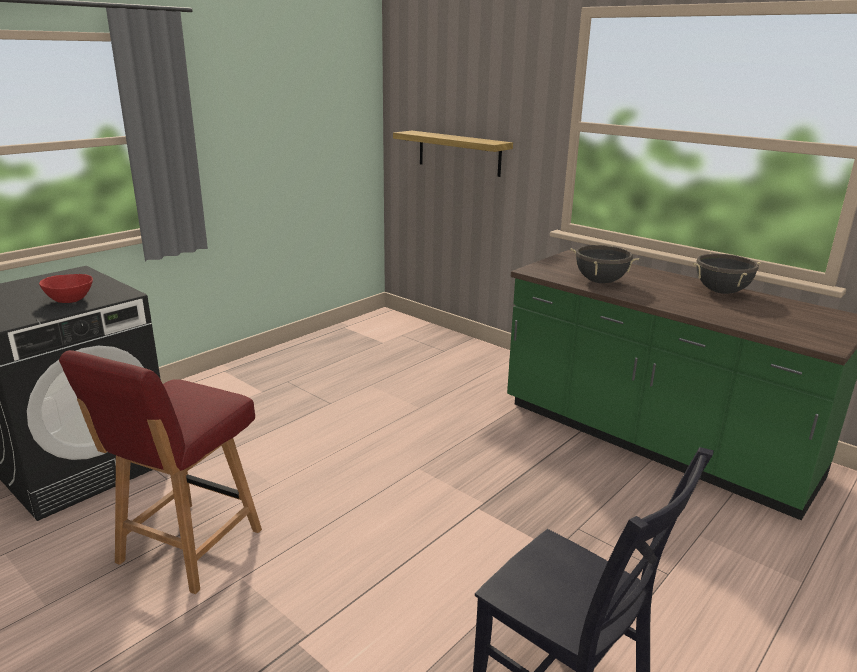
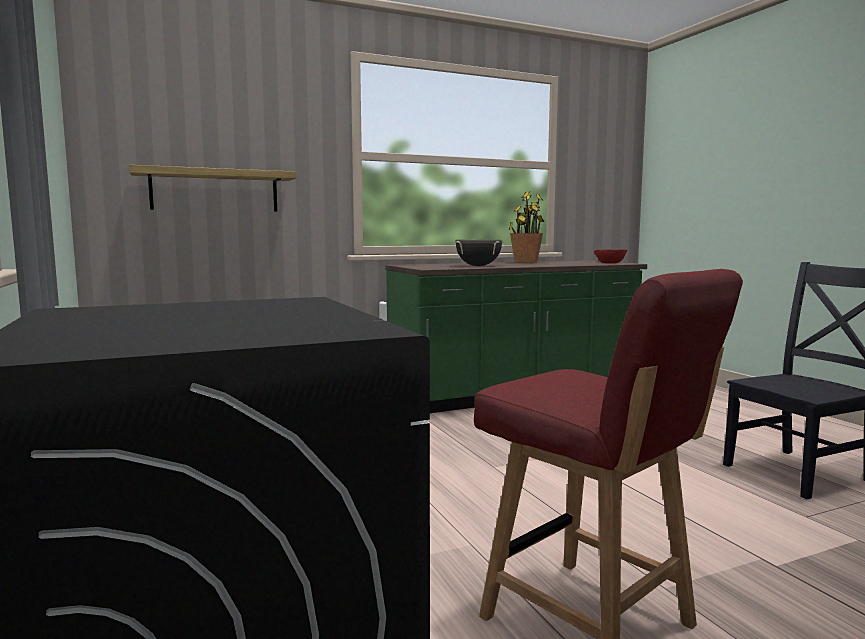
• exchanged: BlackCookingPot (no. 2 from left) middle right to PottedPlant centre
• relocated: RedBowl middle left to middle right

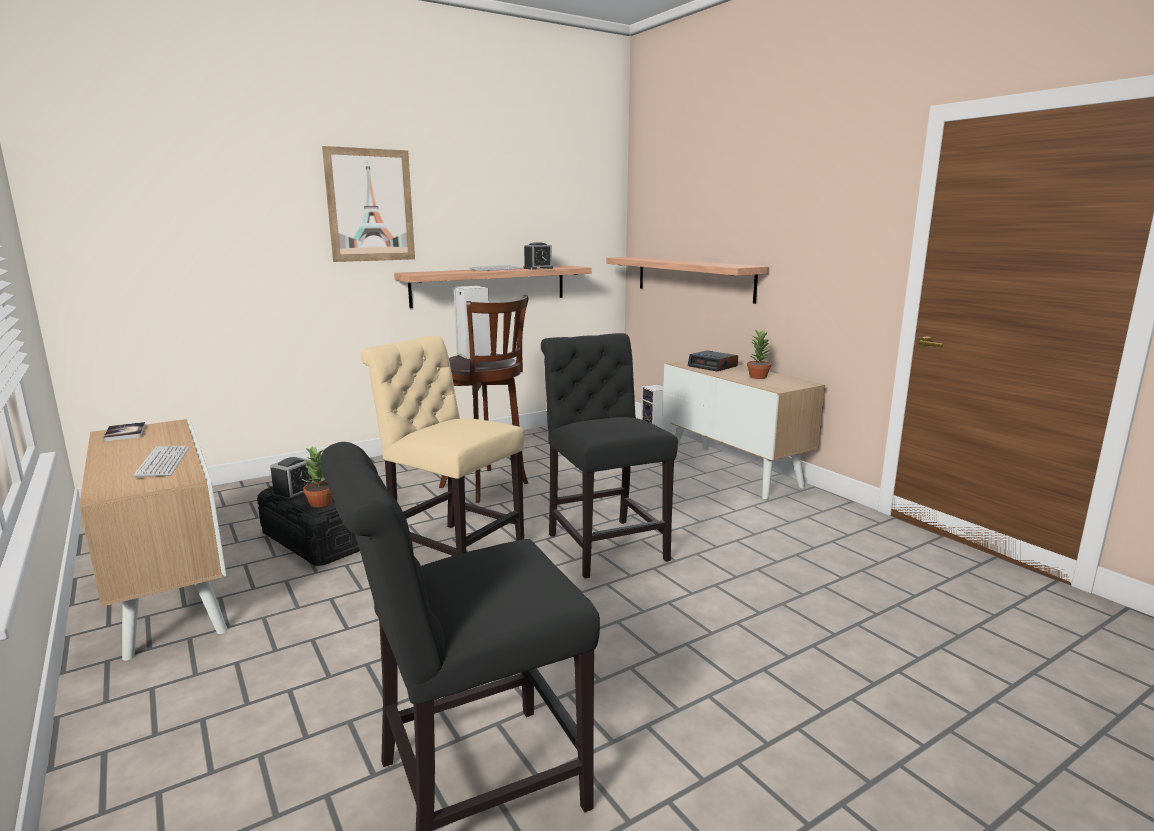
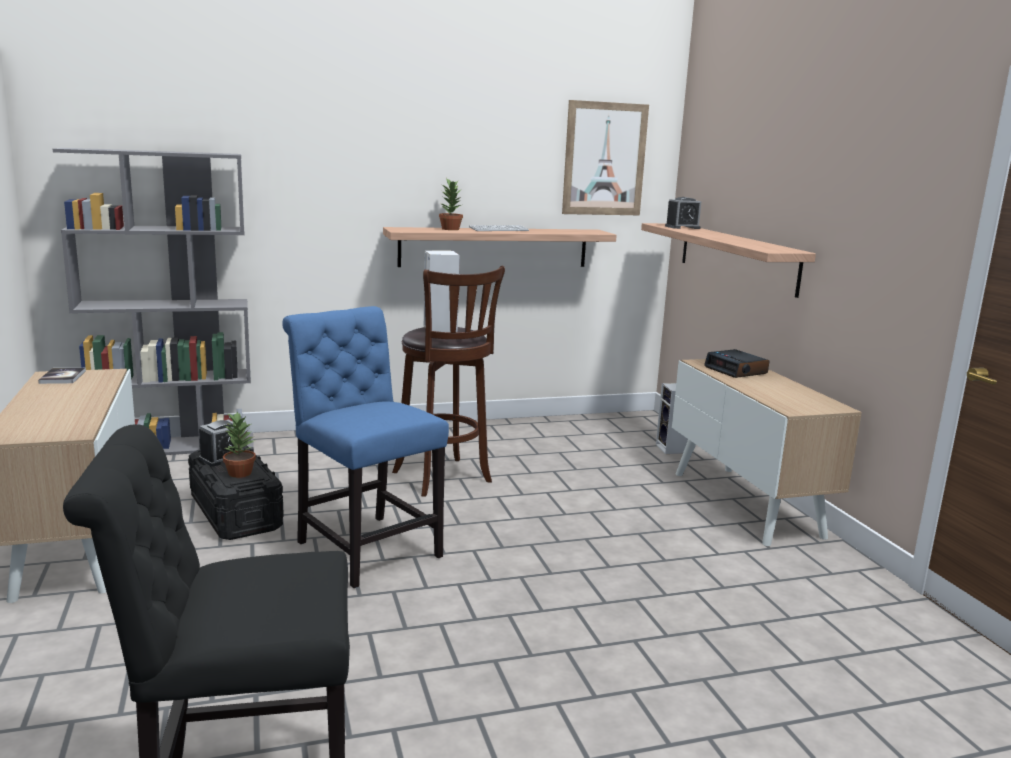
• relocated: Picture top left to top centre
• relocated: AlarmClock (no. 2 from left) top centre to top right
• relocated: PottedPlant (no. 2 from left) centre to top centre
• missing: BlackChair (no. 2 from left) centre
• colour: BeigeChair centre to BlueChair centre
• missing: Keyboard (no. 1 from left) middle left
• appeared: GreyBookcase middle left

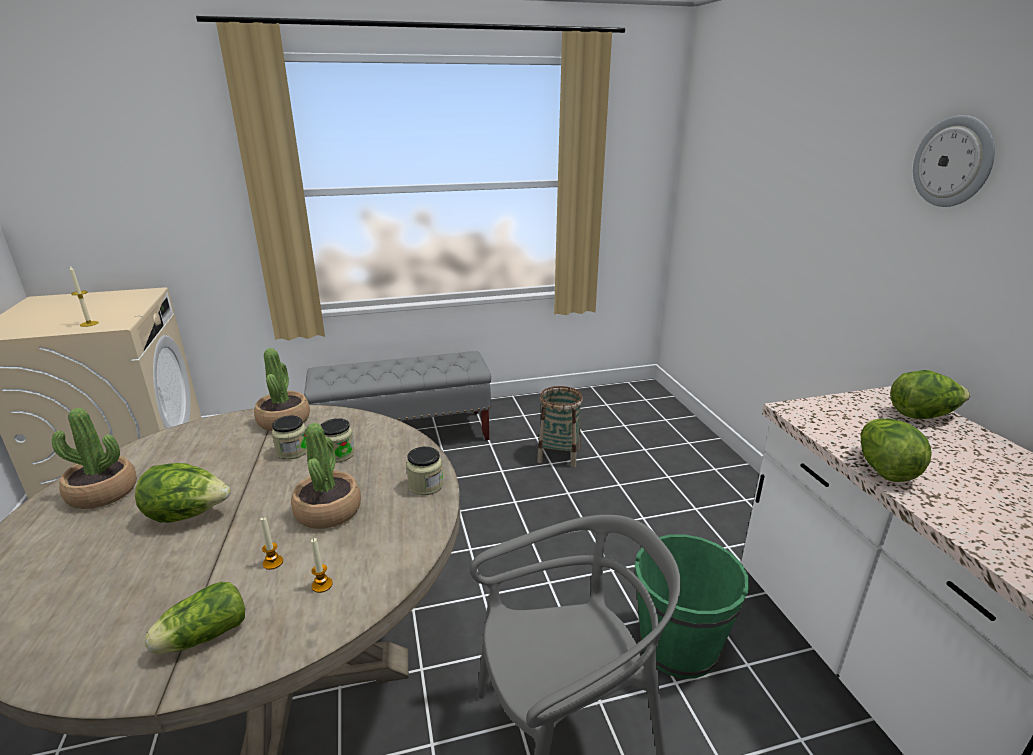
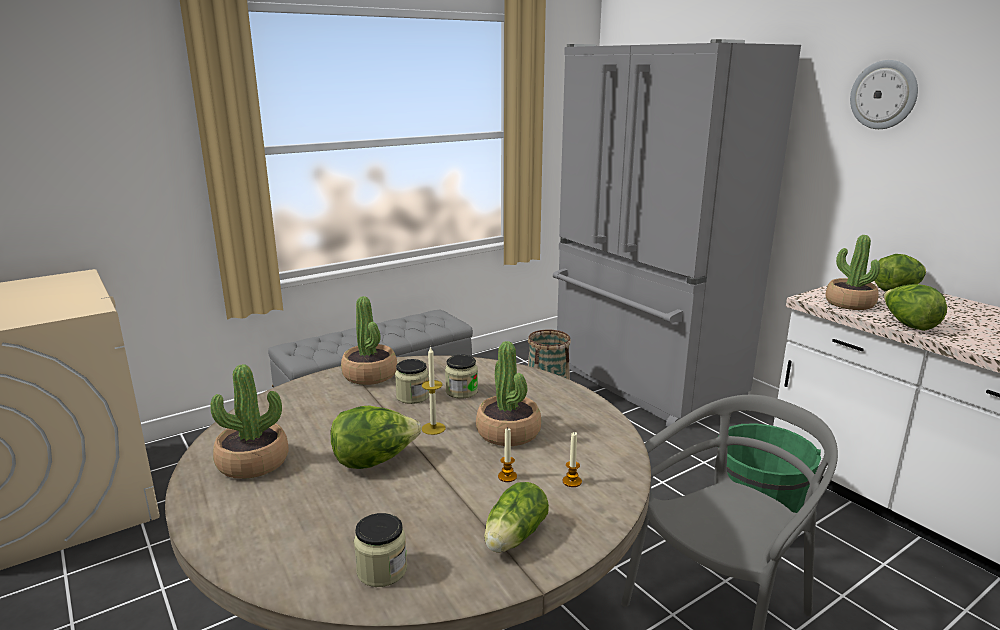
• relocated: Candle (no. 1 from left) middle left to centre
• relocated: Jar (no. 3 from left in the first image) centre to Jar (no. 1 from left) bottom centre
• appeared: GreyFridge middle right
• appeared: PottedPlant (no. 4 from left) middle right

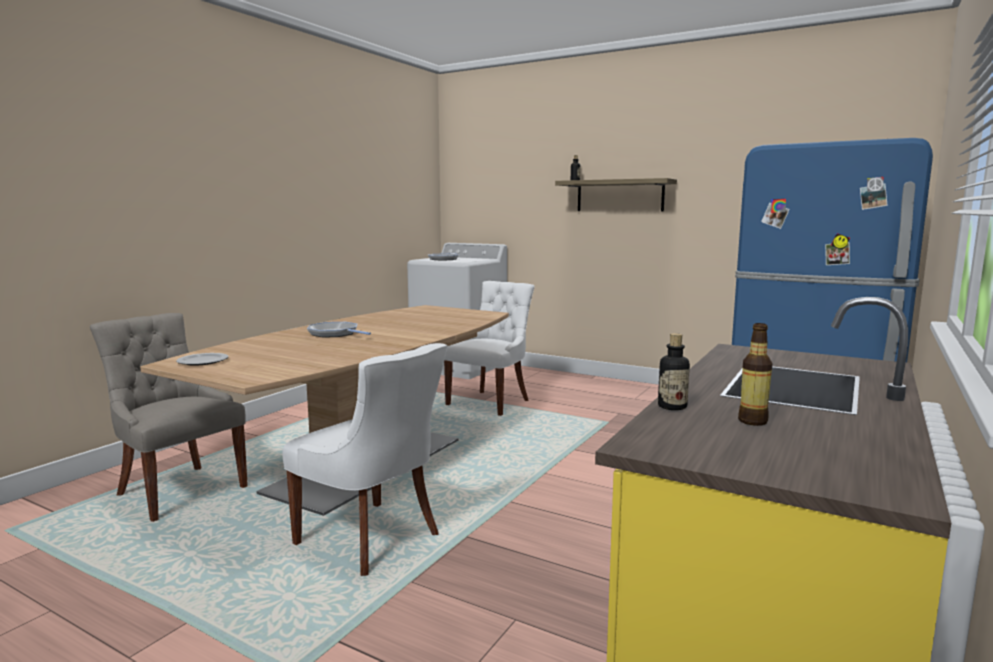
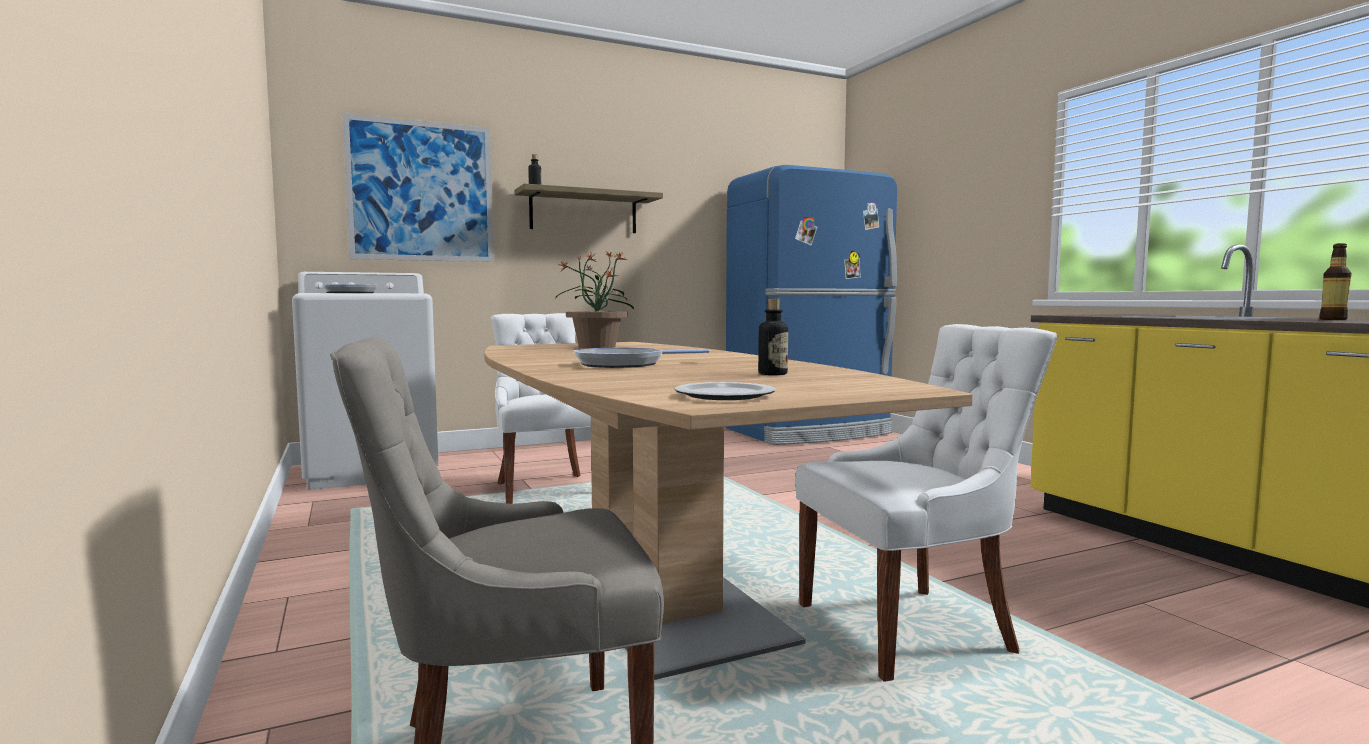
• relocated: Bottle (no. 2 from left) middle right to centre
• appeared: Picture top left
• appeared: PottedPlant centre

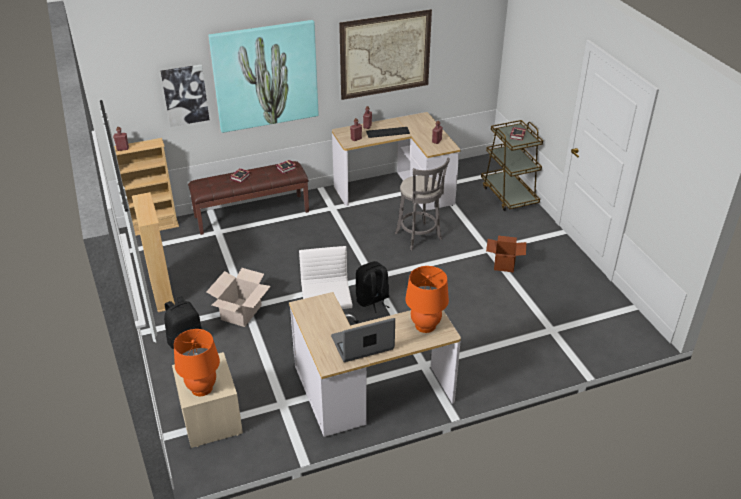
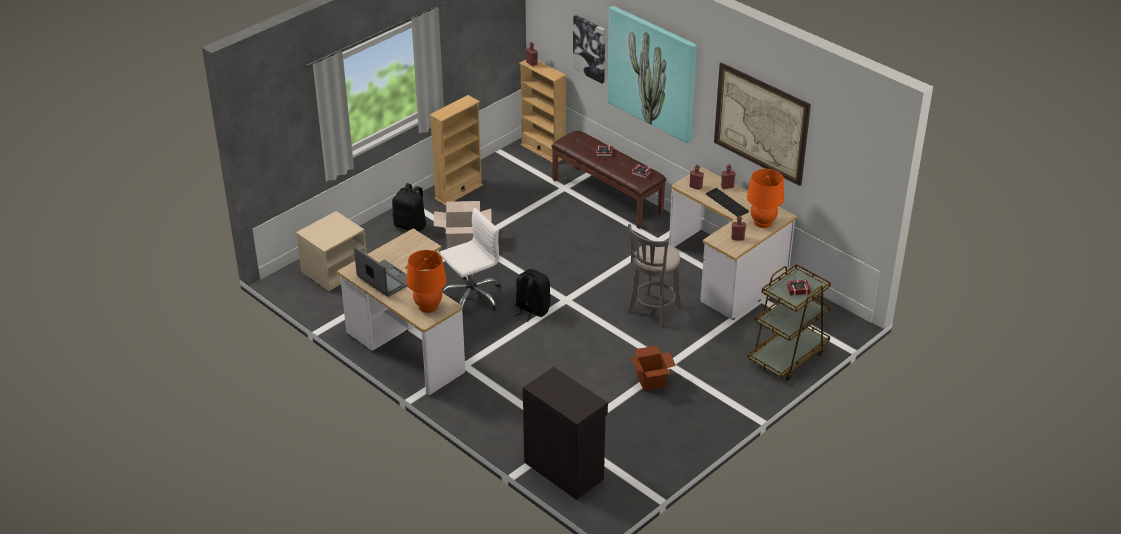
• relocated: OrangeTableLamp (no. 1 from left in the first image) bottom left to OrangeTableLamp (no. 2 from left) middle right
• appeared: BlackCabinet bottom centre

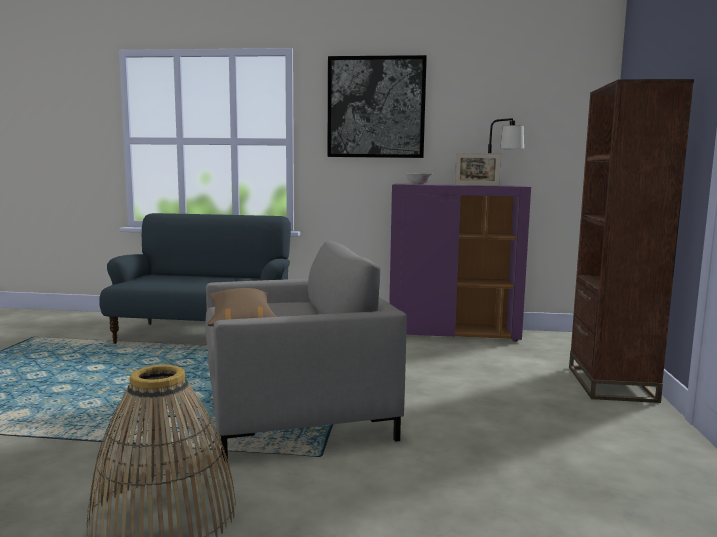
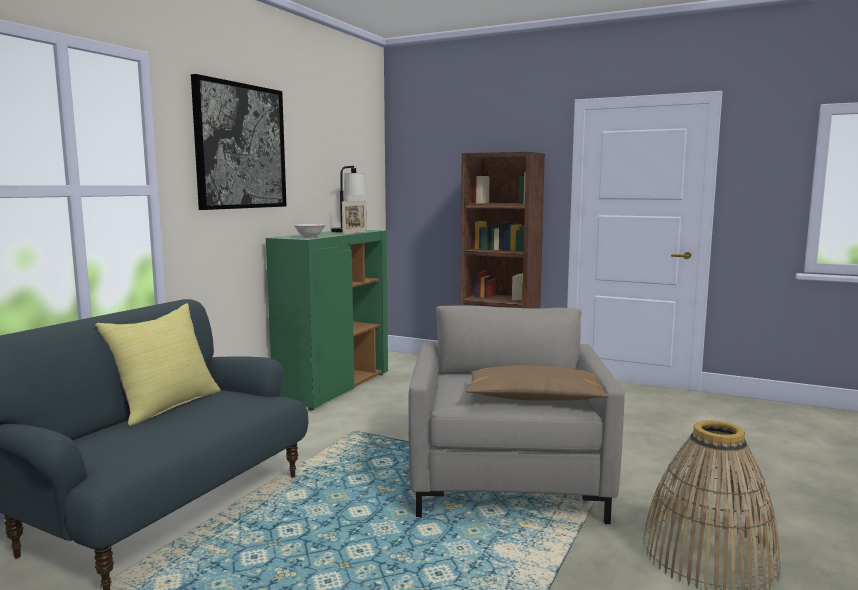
• colour: PurpleCabinet centre to GreenCabinet centre
• appeared: YellowPillow middle left

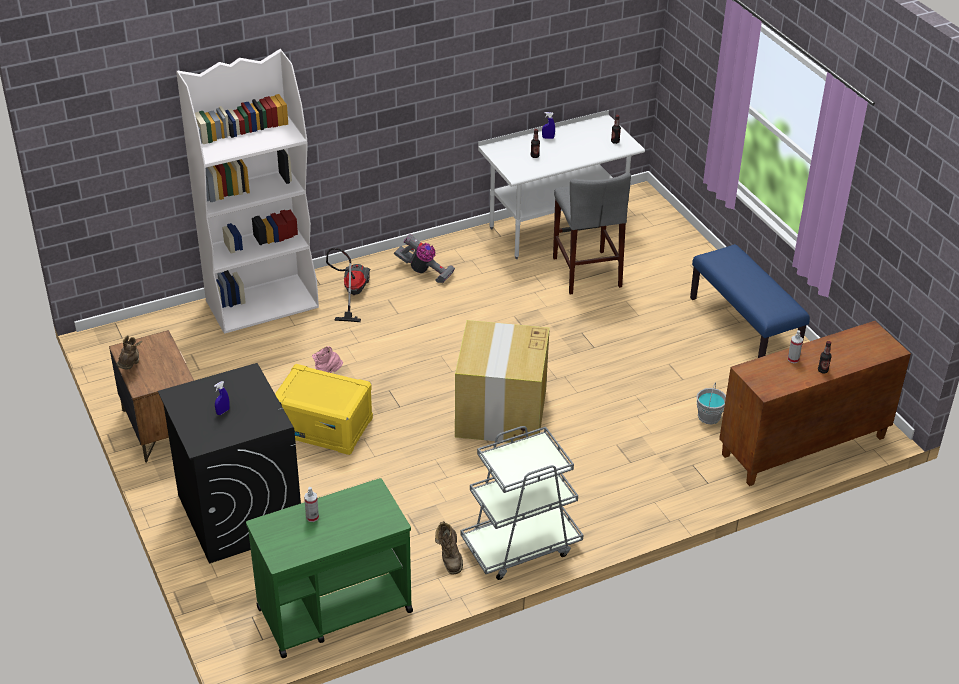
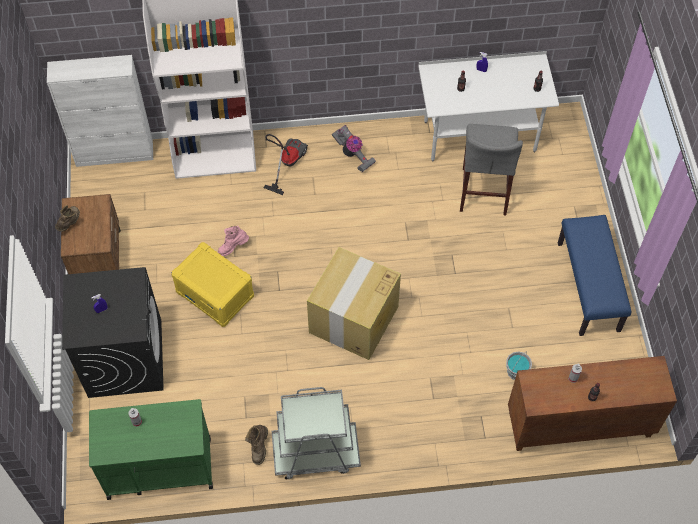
• appeared: WhiteCabinet top left

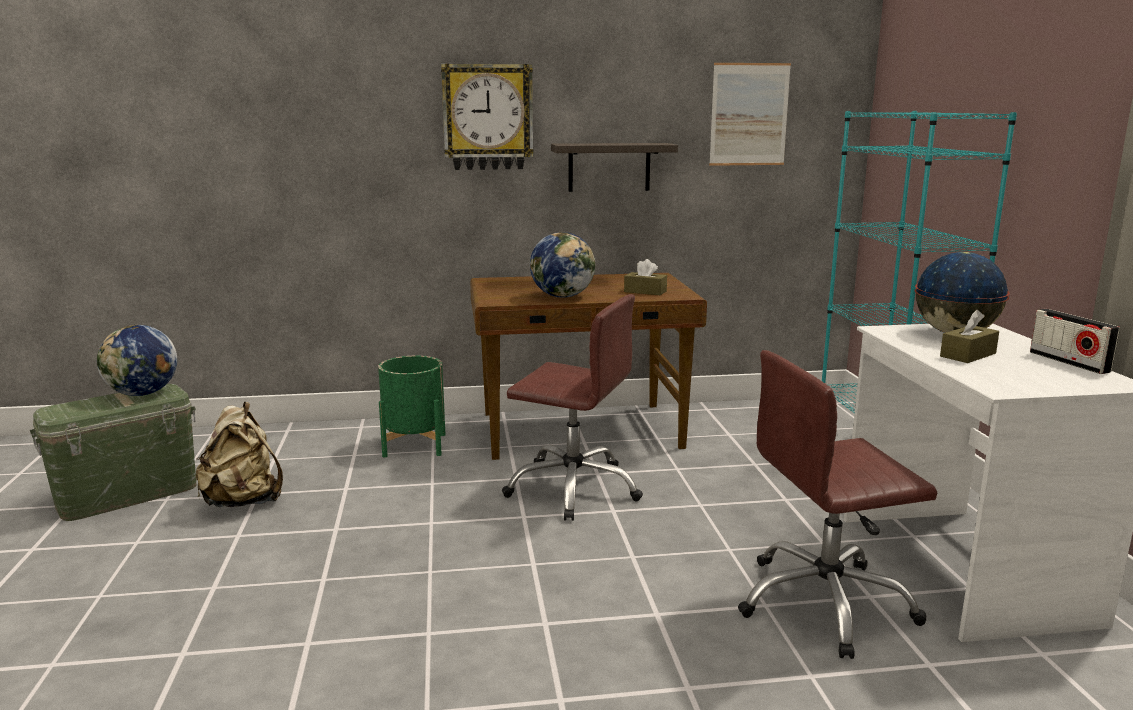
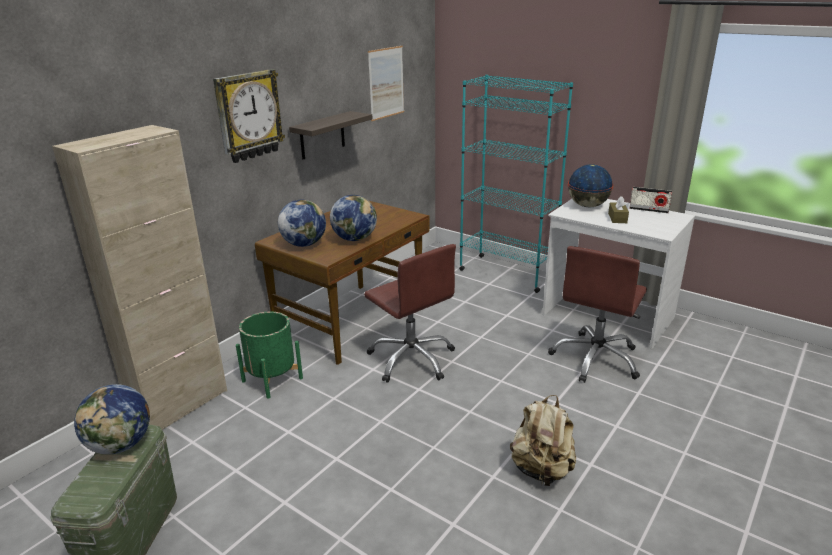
• missing: BrownTissueBox (no. 1 from left) centre
• spun: BrownOfficeChair (no. 1 from left) centre = centre 75 degrees clockwise
• relocated: BeigeBackpack middle left to bottom centre
• appeared: BeigeCabinet middle left
• appeared: Globe (no. 2 from left) centre

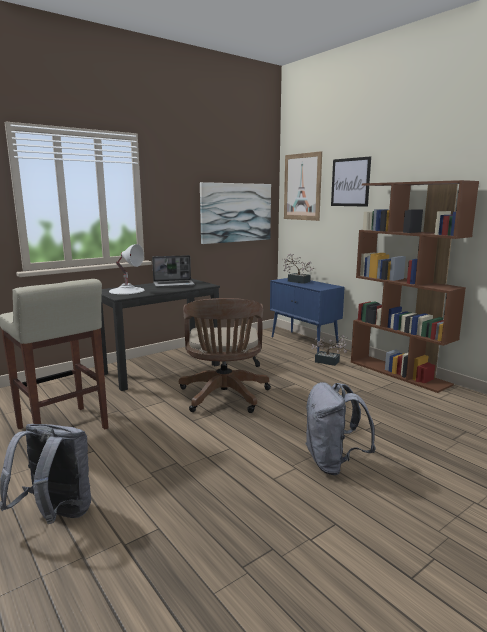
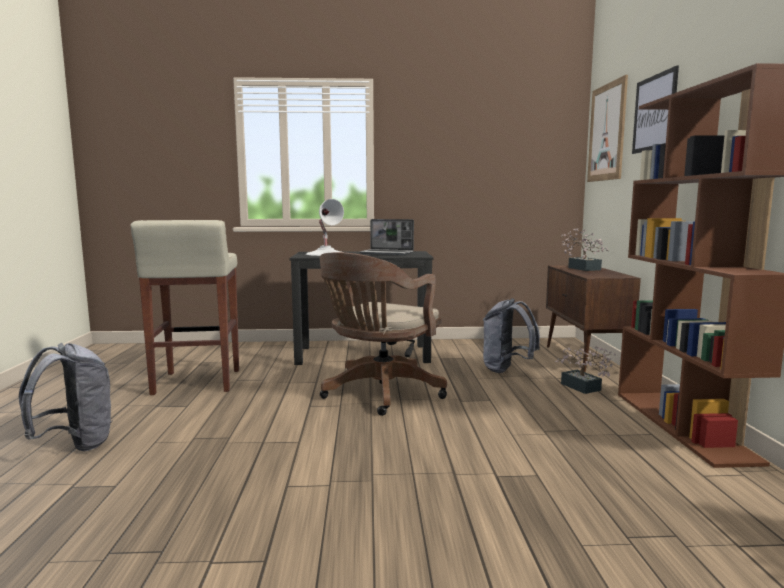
• missing: Picture (no. 1 from left) centre
• colour: BlueCabinet centre to BrownCabinet middle right
• relocated: GreyBackpack (no. 2 from left) bottom right to centre

